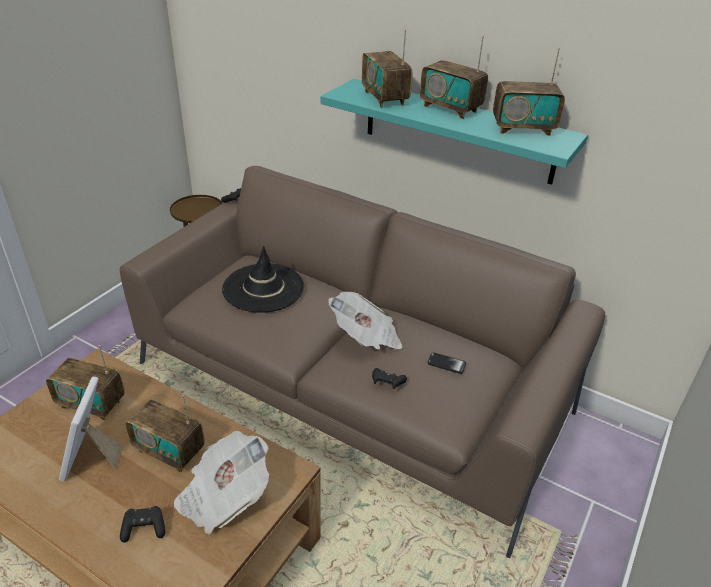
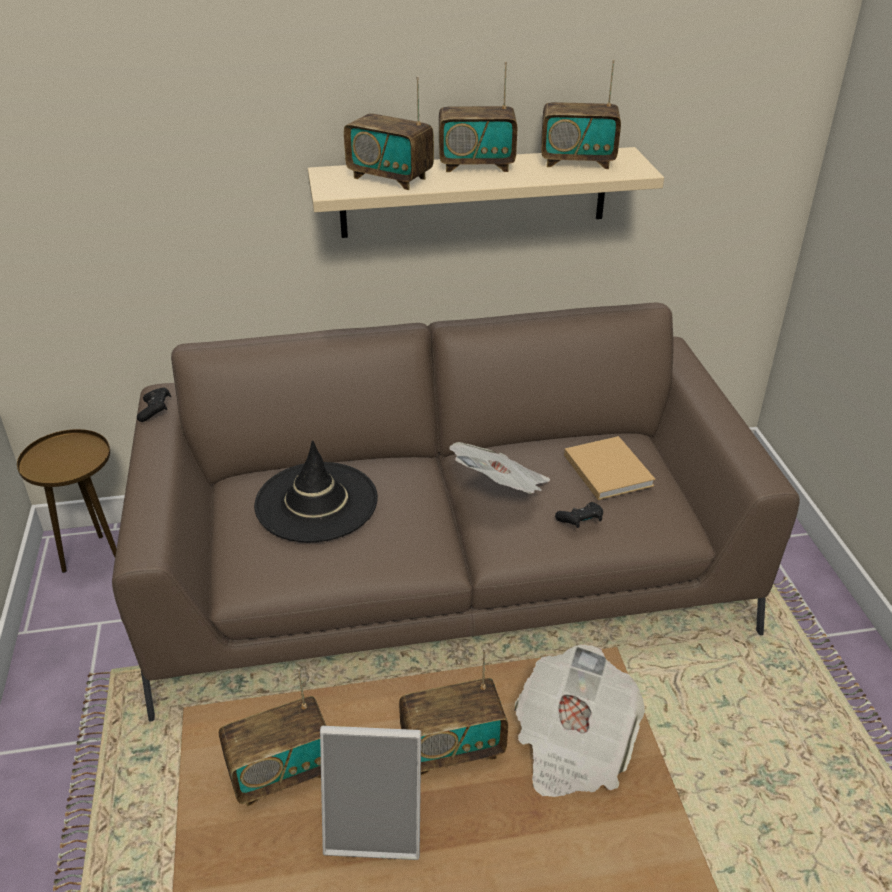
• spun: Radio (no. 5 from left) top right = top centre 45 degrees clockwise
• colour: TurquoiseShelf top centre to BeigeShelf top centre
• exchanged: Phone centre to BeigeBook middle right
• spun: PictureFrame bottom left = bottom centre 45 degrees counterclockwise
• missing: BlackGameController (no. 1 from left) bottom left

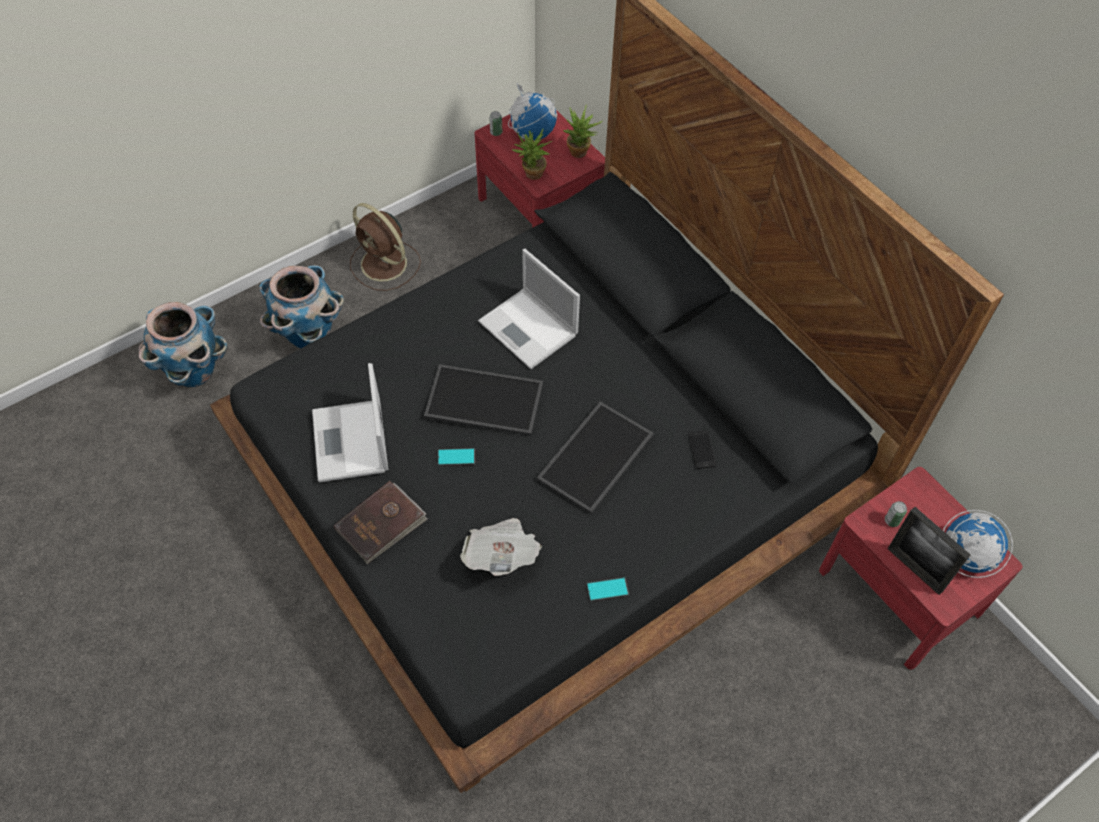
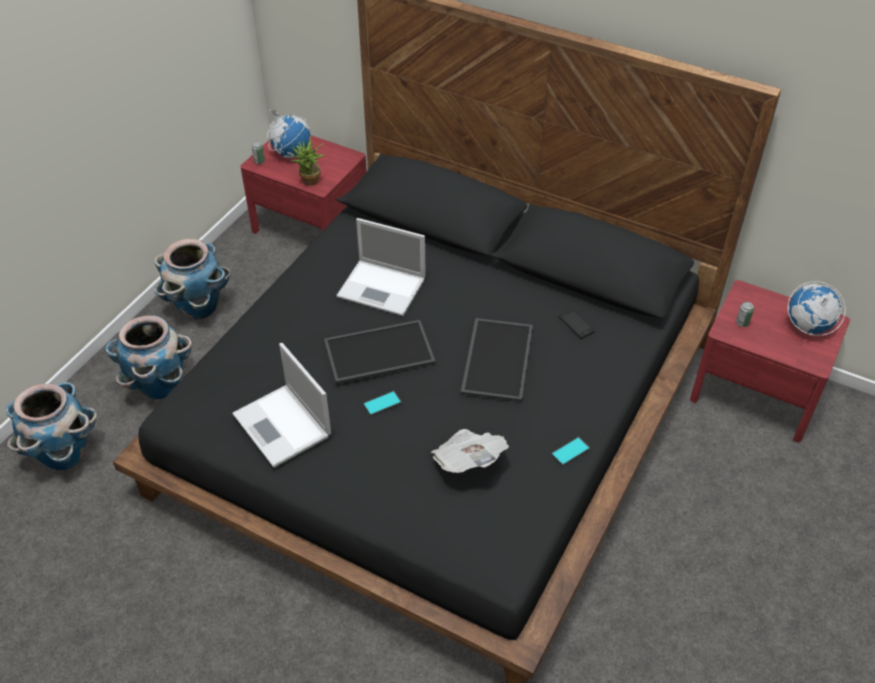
• missing: PottedPlant (no. 2 from left) top centre
• exchanged: BrownFan top centre to Planter (no. 3 from left) middle left
• missing: BrownBook centre
• missing: PictureFrame bottom right

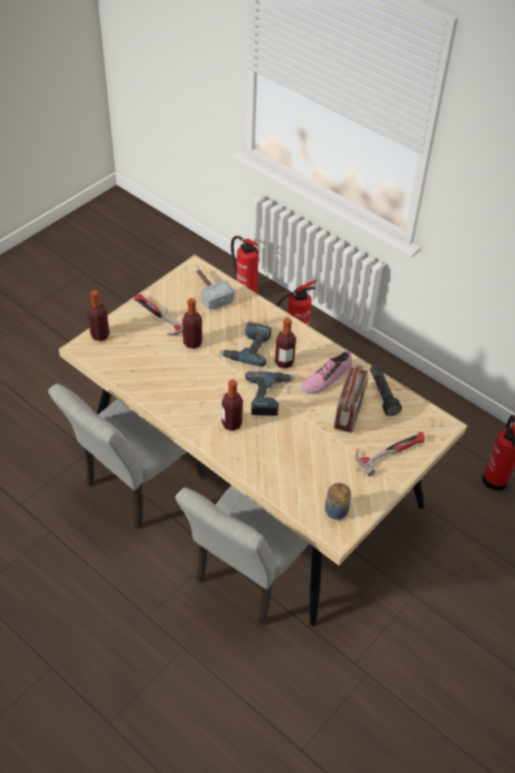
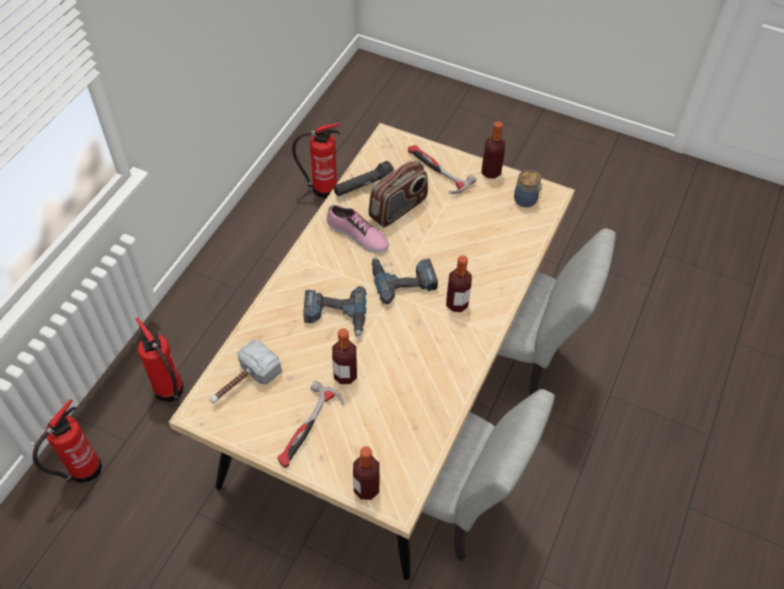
• relocated: Bottle (no. 4 from left) centre to top centre
• spun: Radio middle right = top centre 135 degrees clockwise

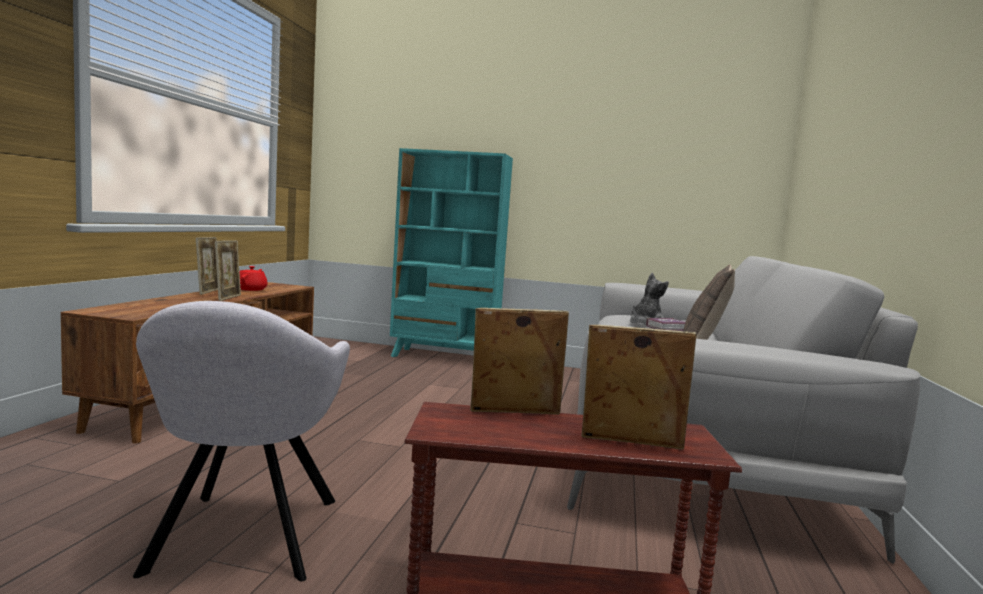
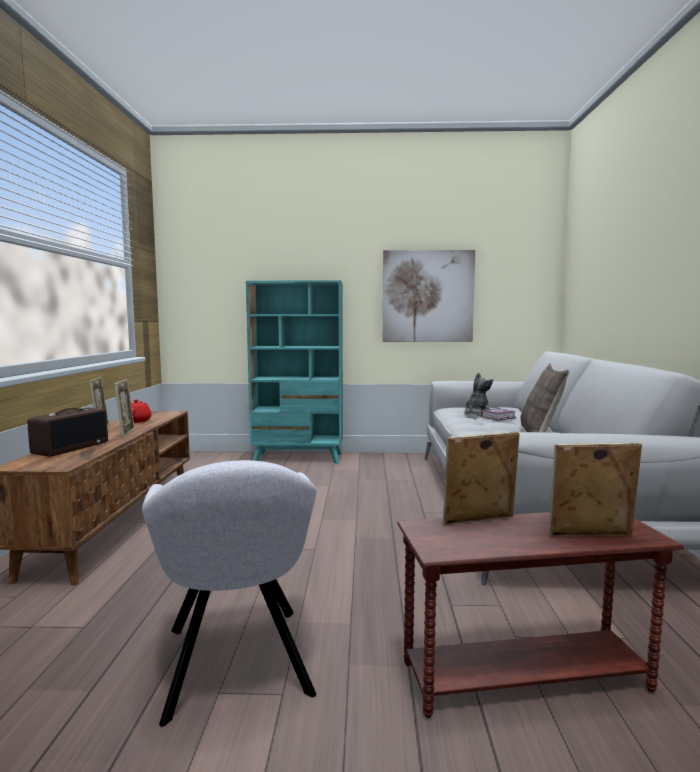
• appeared: Picture centre
• appeared: Radio middle left

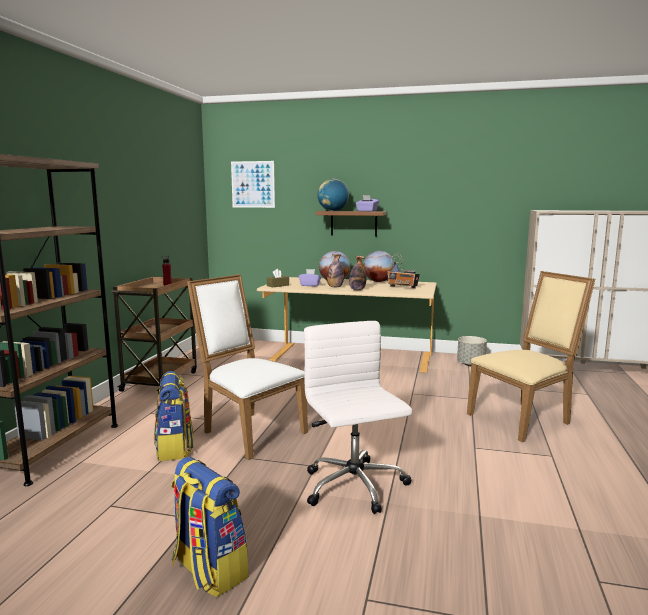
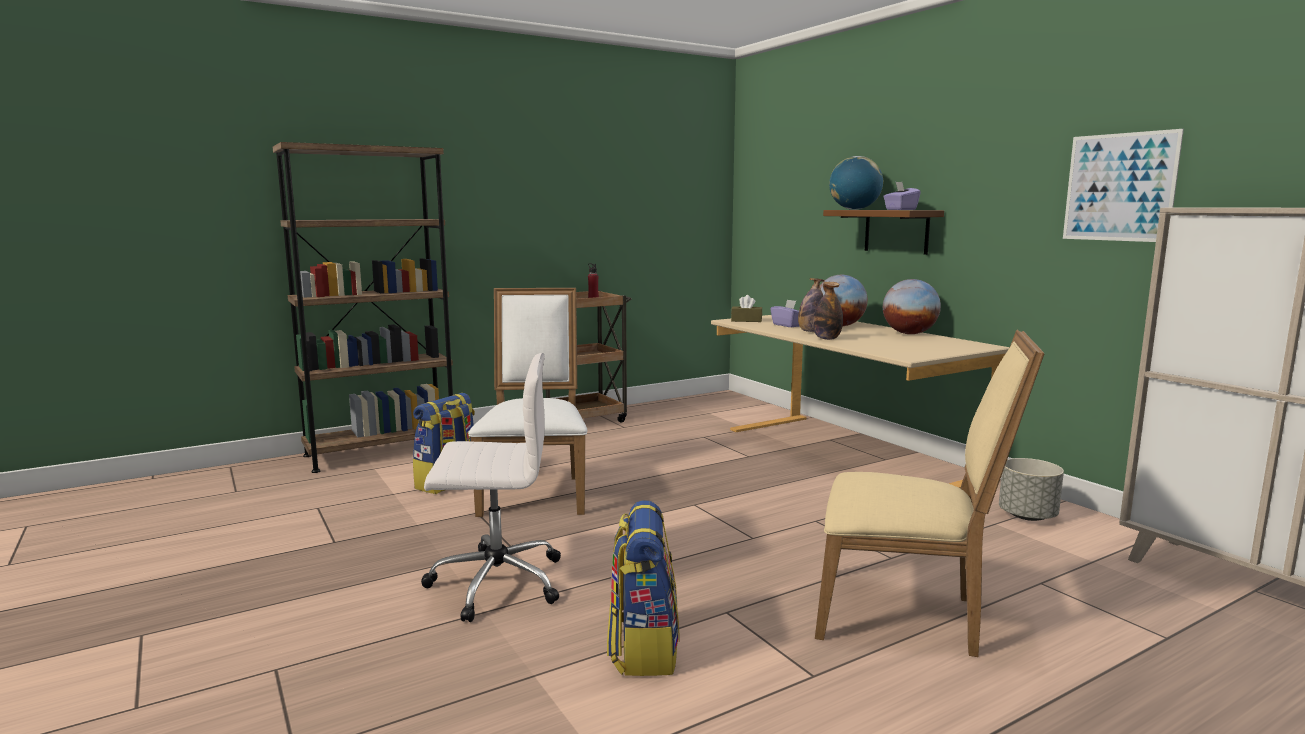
• relocated: Picture top centre to top right
• missing: Radio centre
• spun: WhiteOfficeChair bottom centre = centre 60 degrees clockwise
• relocated: Backpack (no. 2 from left) bottom left to bottom centre

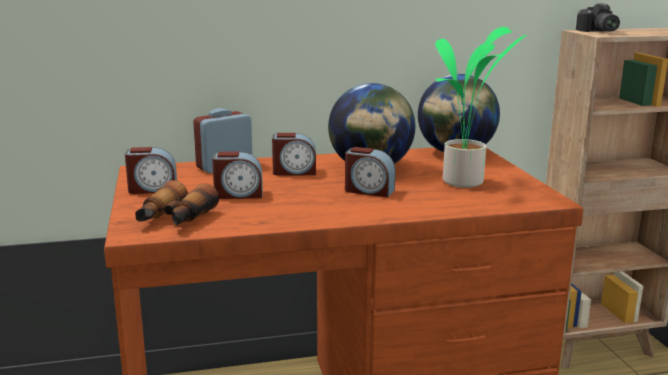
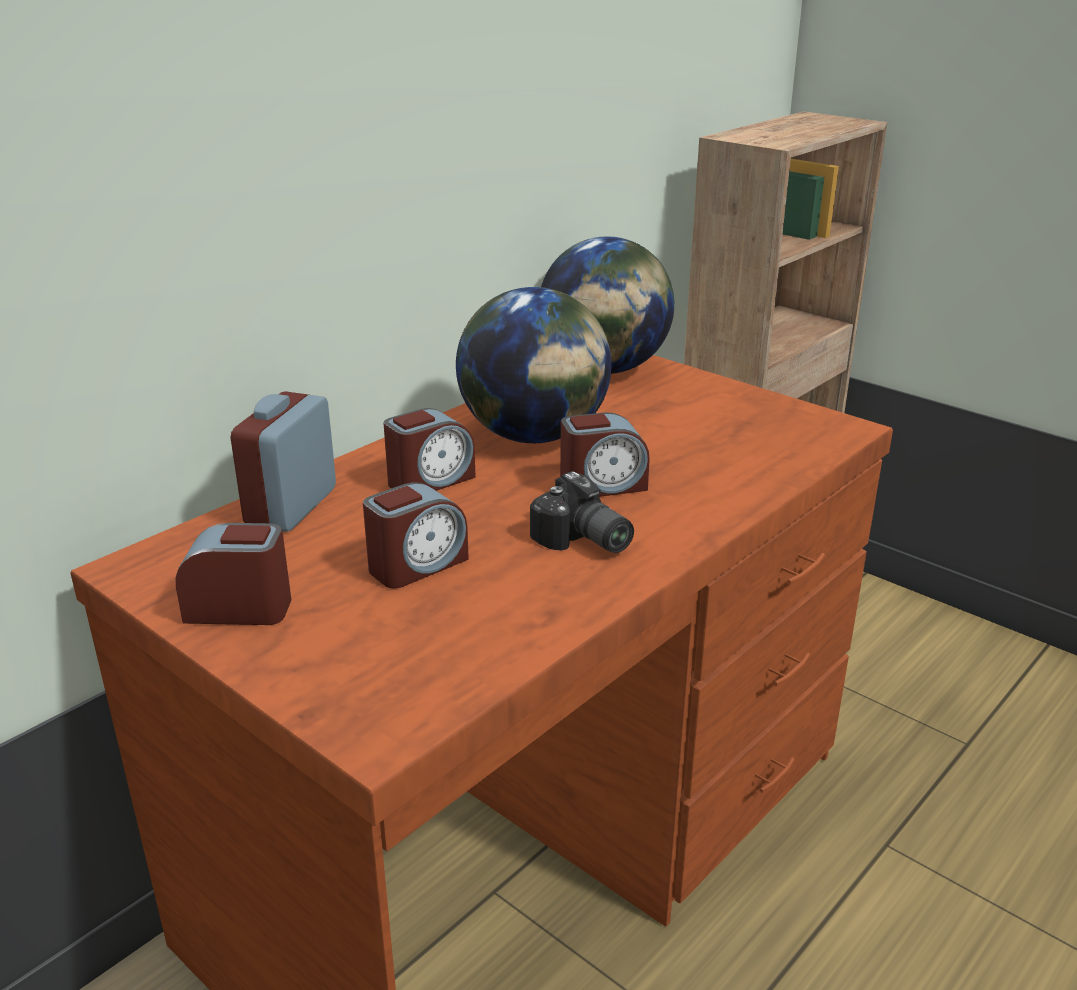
• relocated: PhotoCamera top right to centre
• missing: PottedPlant top right
• spun: AlarmClock (no. 1 from left) middle left = middle left 135 degrees counterclockwise
• missing: Binoculars middle left

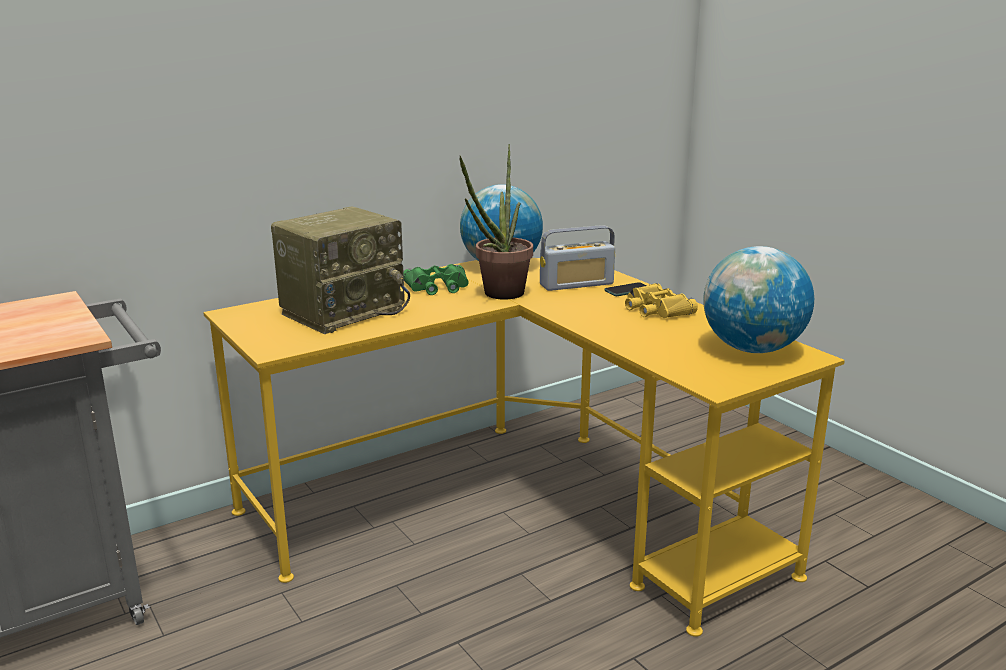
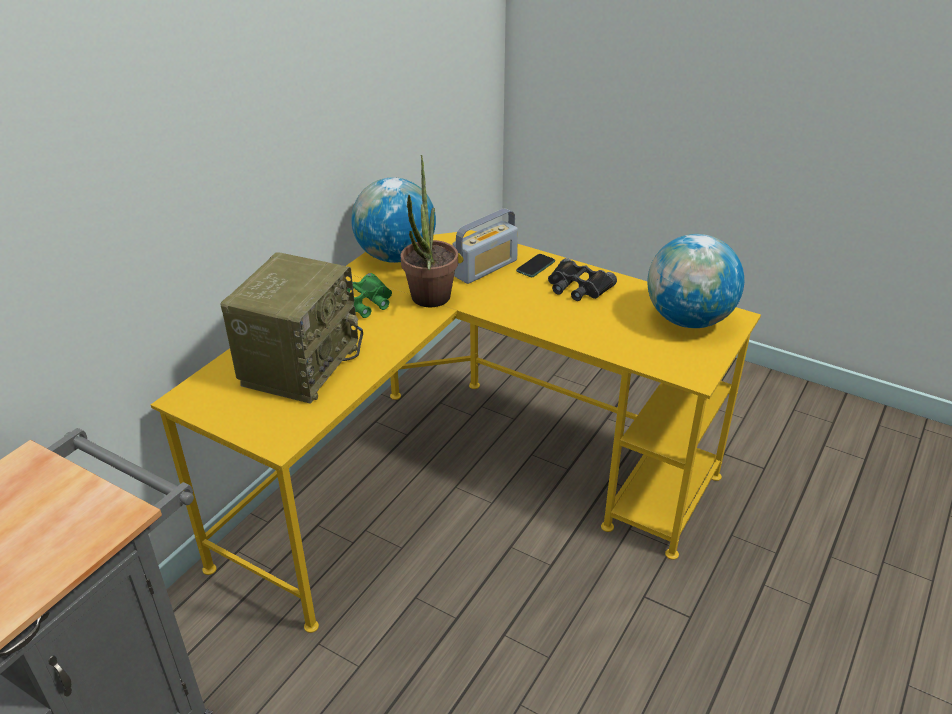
• colour: YellowBinoculars centre to BlackBinoculars centre

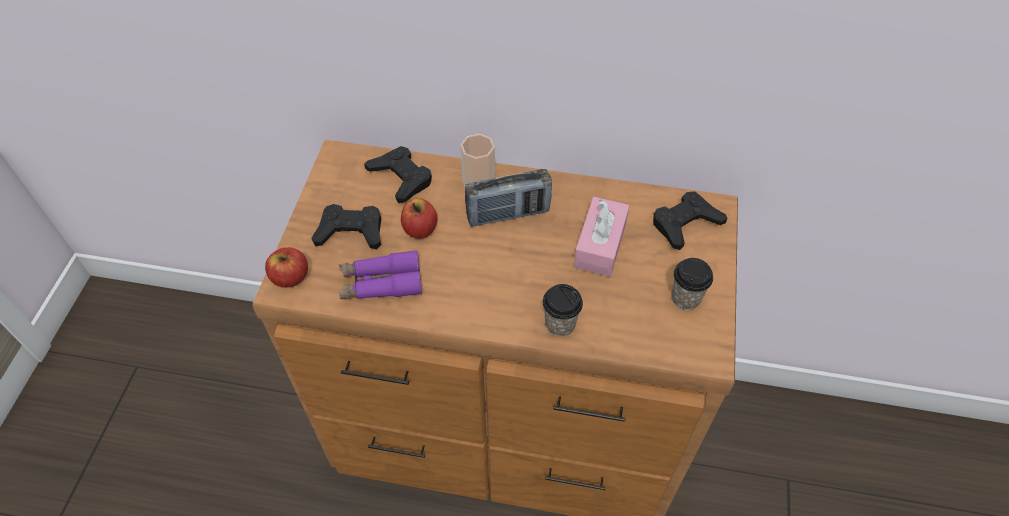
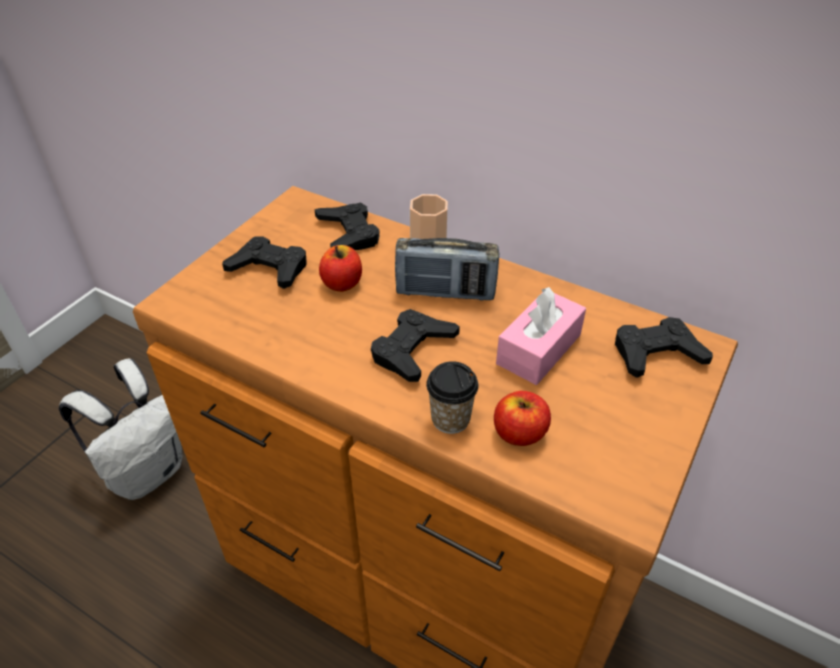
• relocated: Apple (no. 1 from left in the first image) middle left to Apple (no. 2 from left) centre
• missing: PurpleBinoculars centre
• missing: Cup (no. 3 from left) middle right
• appeared: BlackGameController (no. 3 from left) centre
• appeared: WhiteBackpack middle left

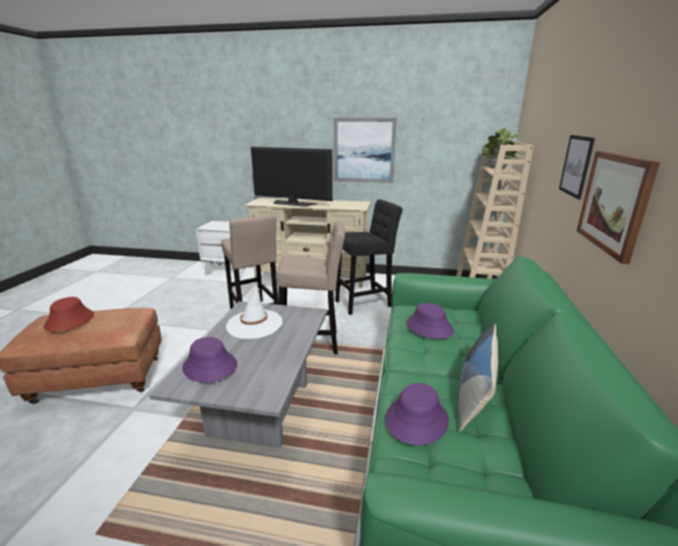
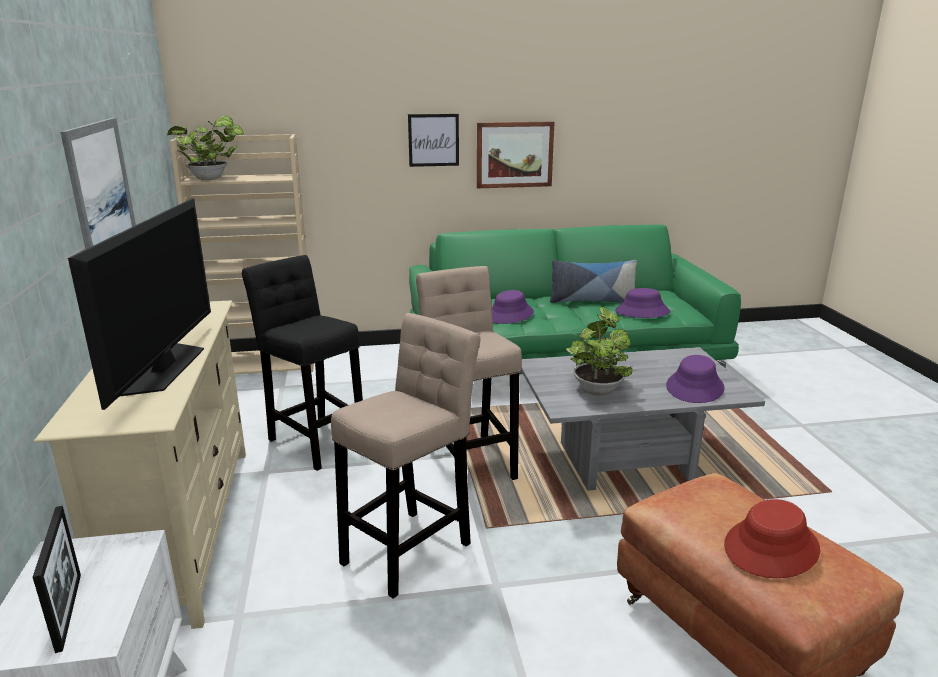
• exchanged: WhiteHat centre to PottedPlant (no. 2 from left) centre
• appeared: PictureFrame bottom left

